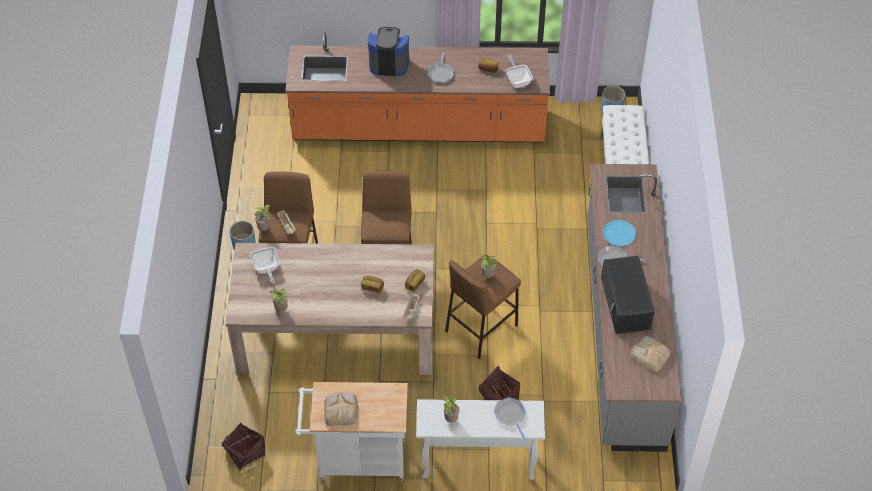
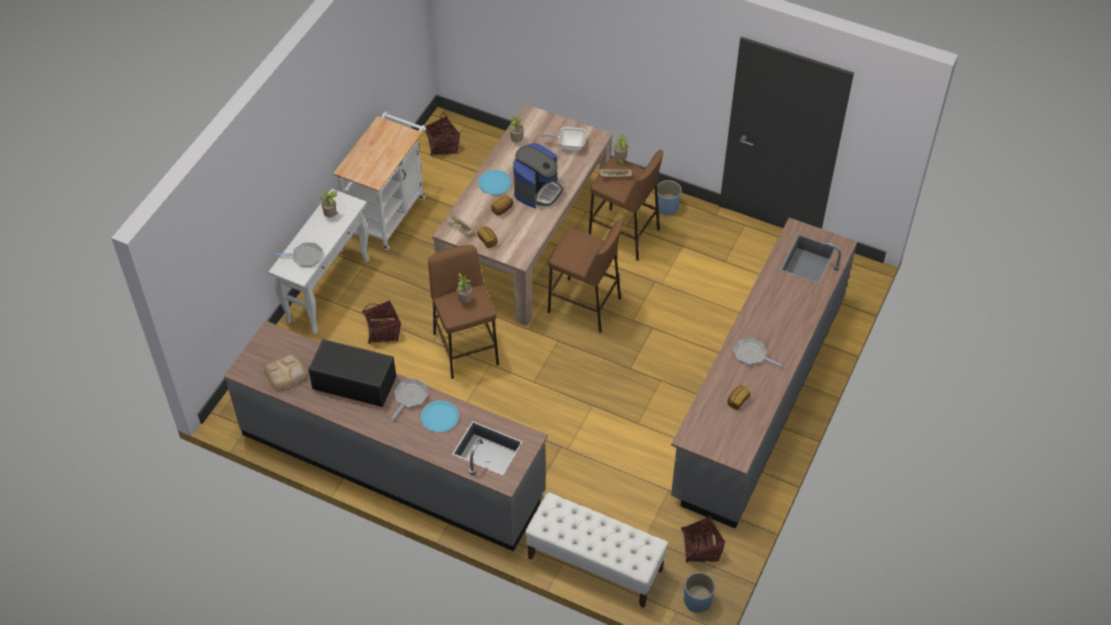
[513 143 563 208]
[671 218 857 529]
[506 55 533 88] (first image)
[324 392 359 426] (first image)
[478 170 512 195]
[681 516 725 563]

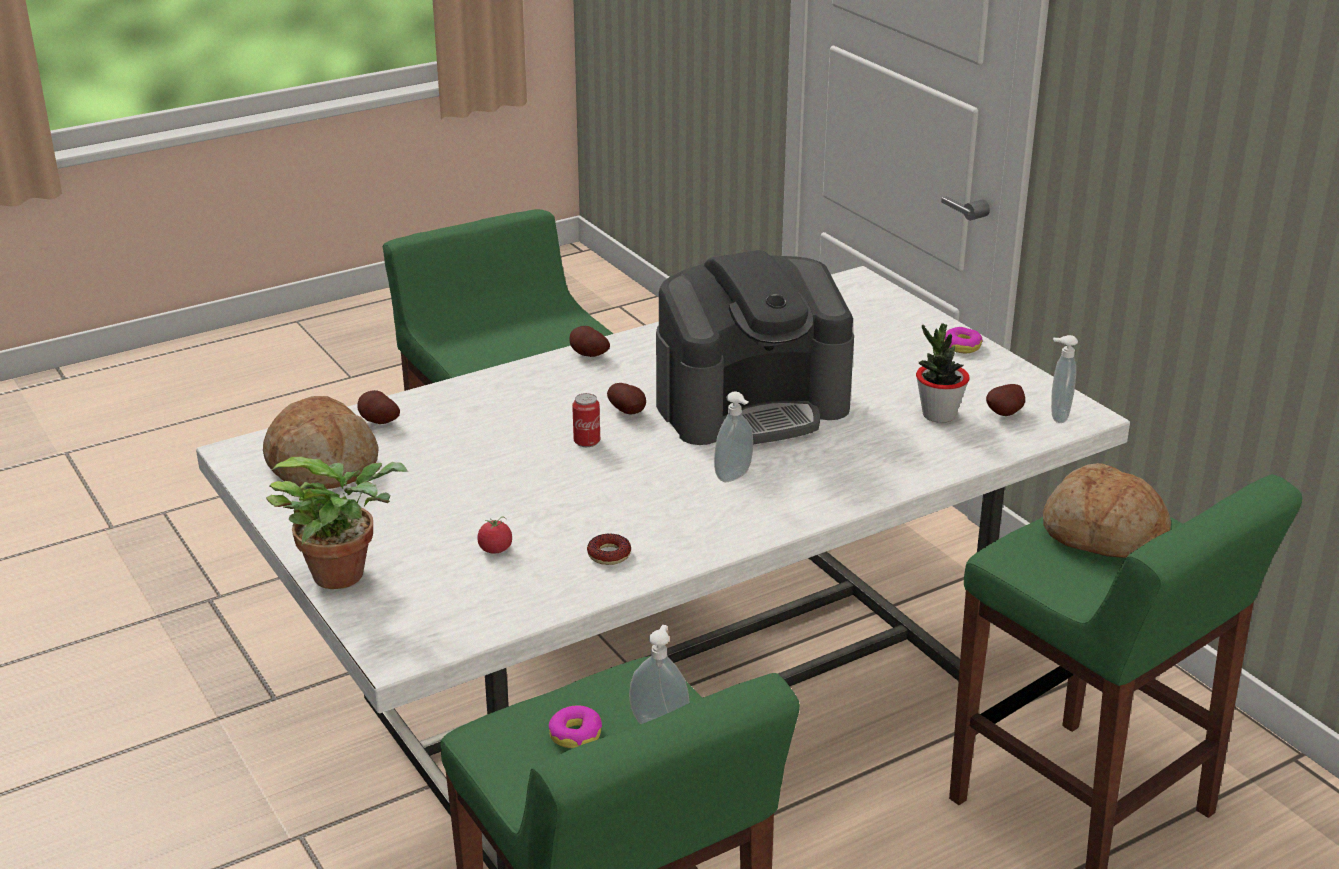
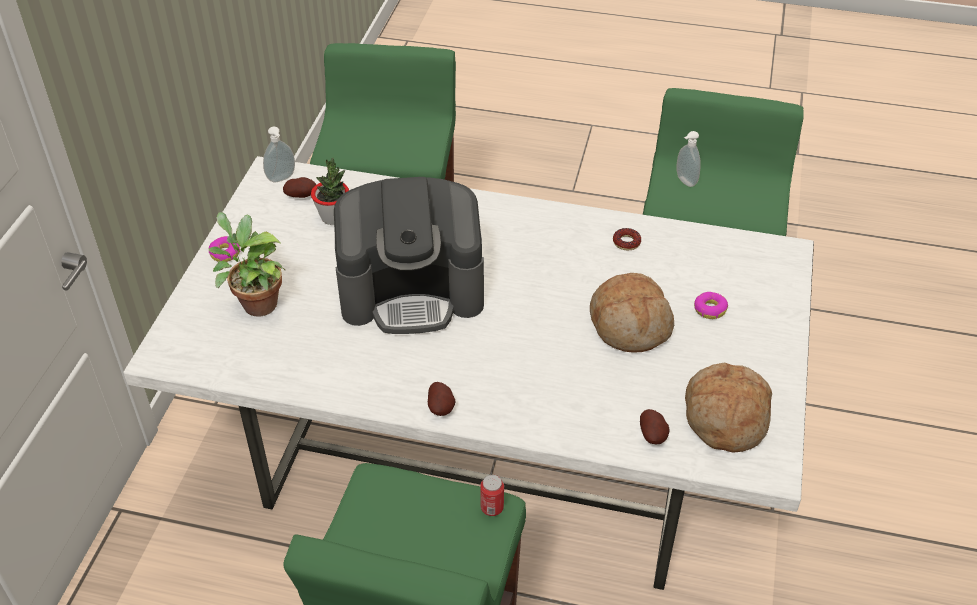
[334 177 484 334]
[607 383 646 414] (first image)
[714 392 753 482] (first image)
[480 475 504 516]
[209 212 285 316]
[590 273 674 353]
[477 516 512 554] (first image)
[694 292 728 319]

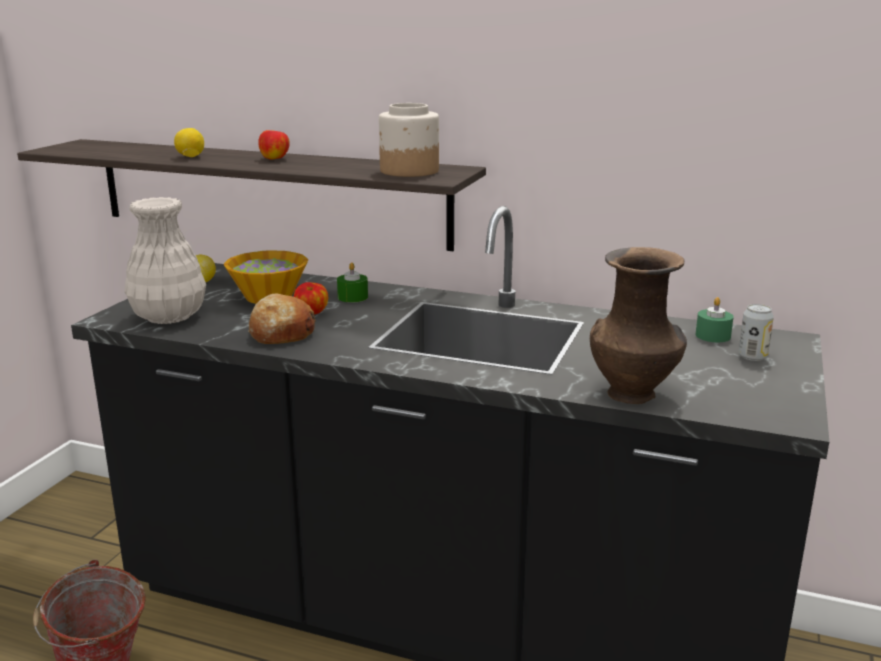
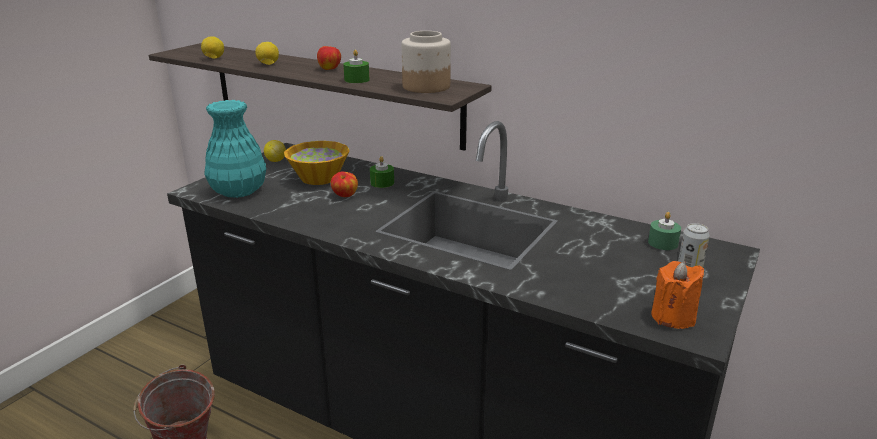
[204 100 266 198]
[590 247 687 404] (first image)
[248 294 316 344] (first image)
[201 36 224 59]
[343 50 370 83]
[651 261 704 329]

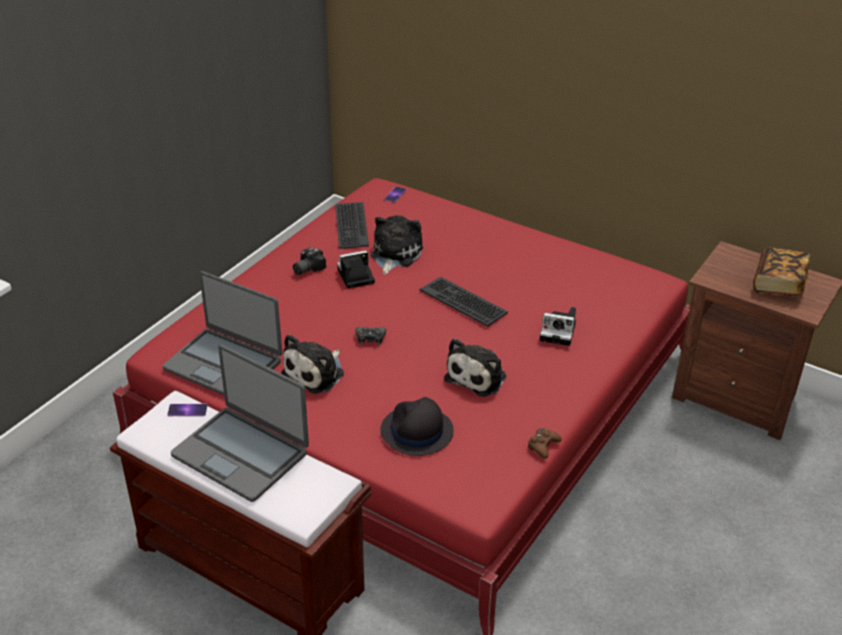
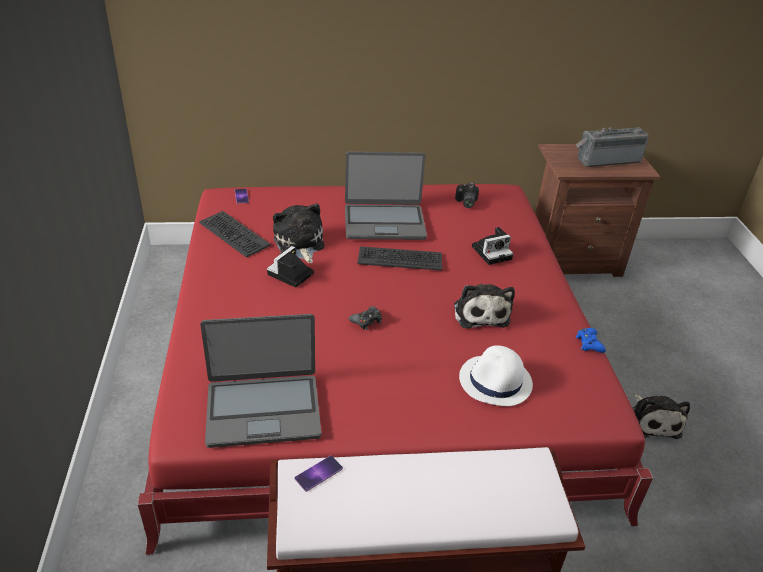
[455 182 479 208]
[576 127 649 167]
[632 393 690 439]
[345 152 427 240]
[459 345 533 406]
[576 328 606 353]

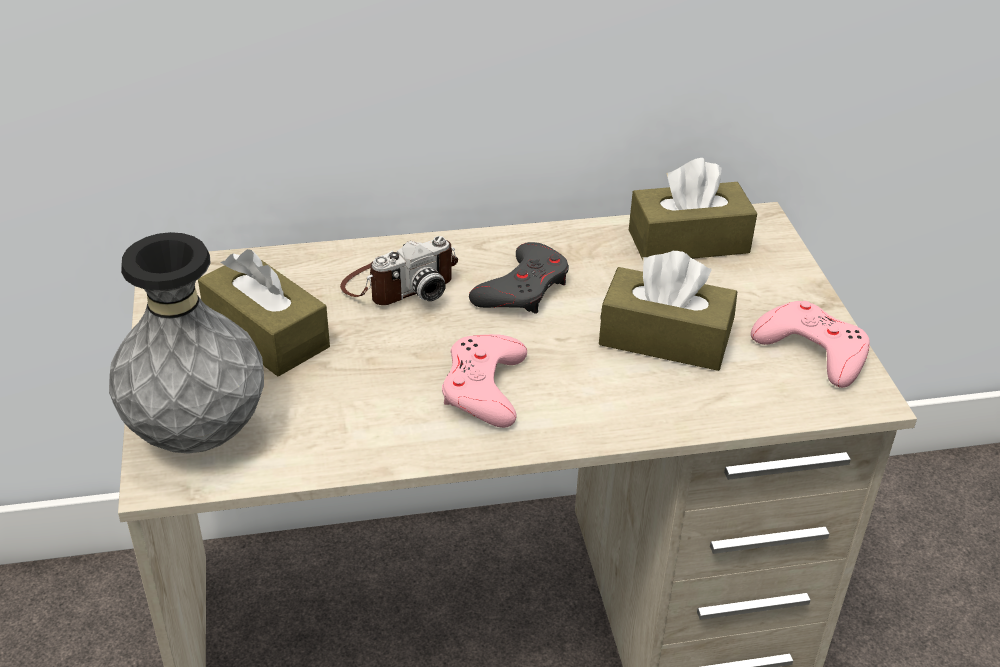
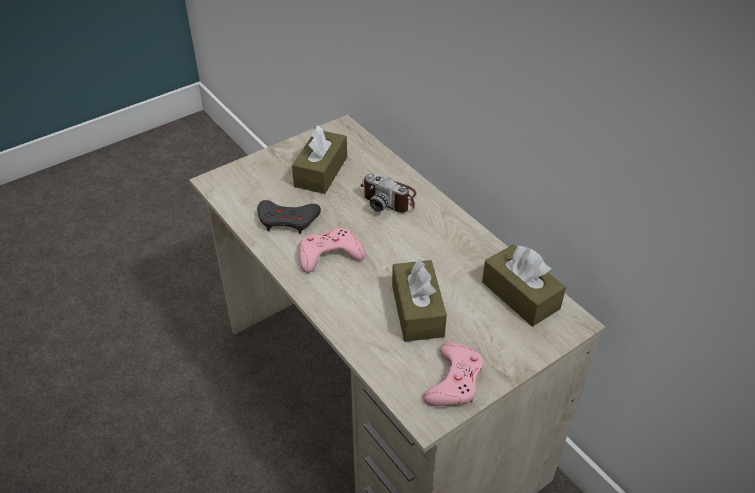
[109 232 264 454] (first image)
[258 200 321 234]

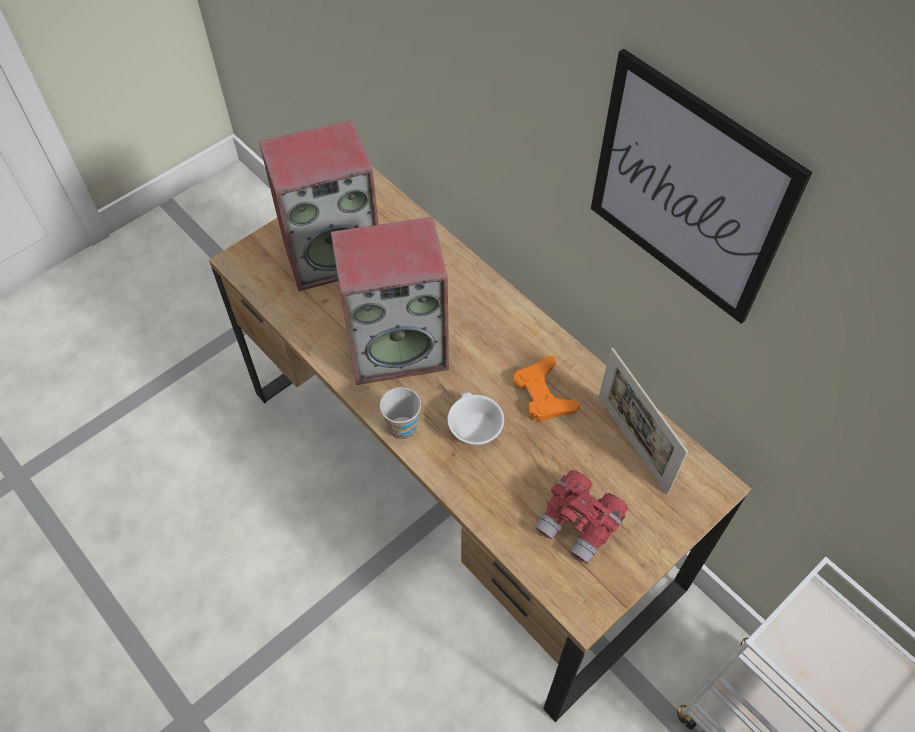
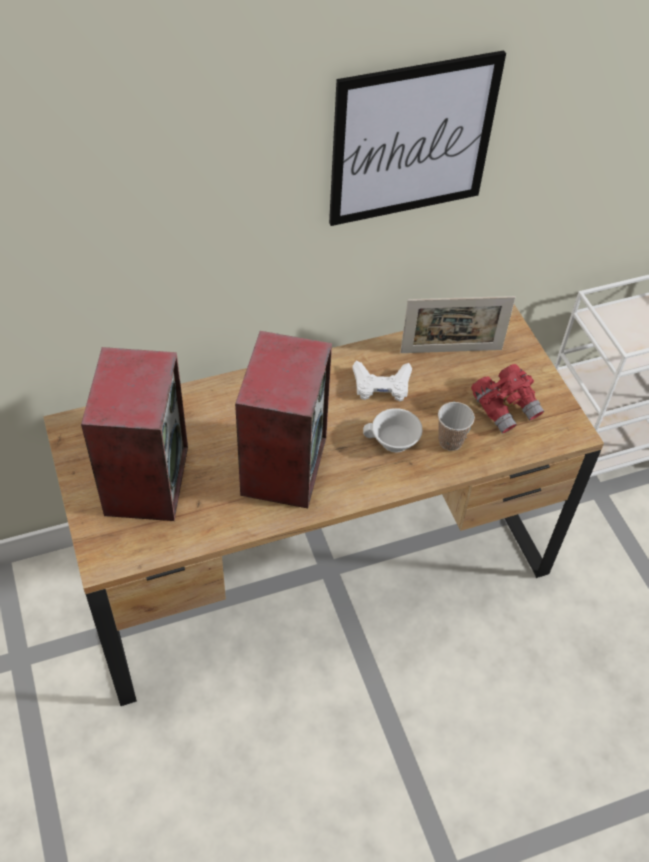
[352 360 412 402]
[438 402 475 451]

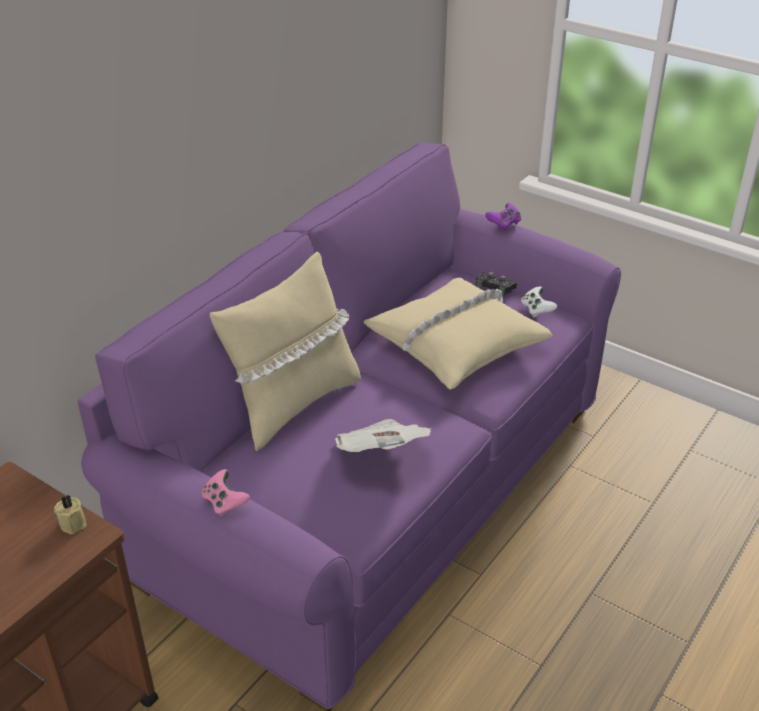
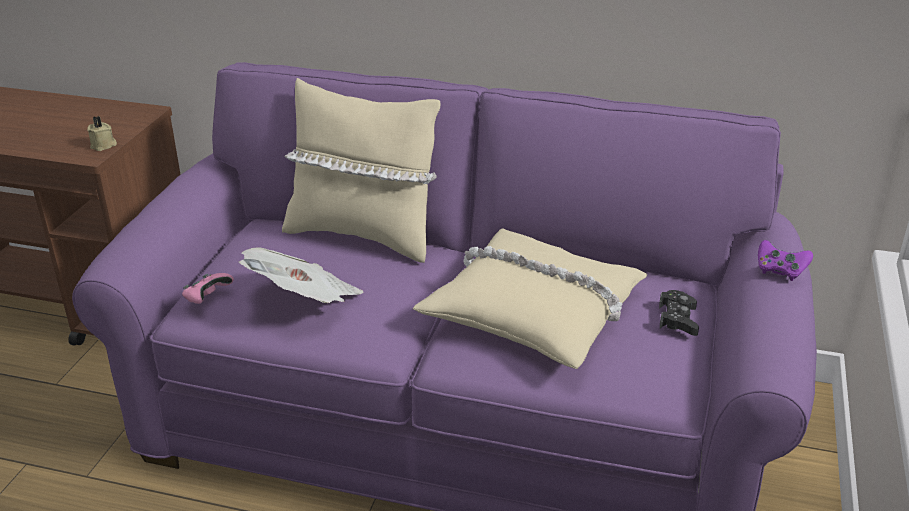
[521 286 557 318] (first image)
[182 273 234 304]

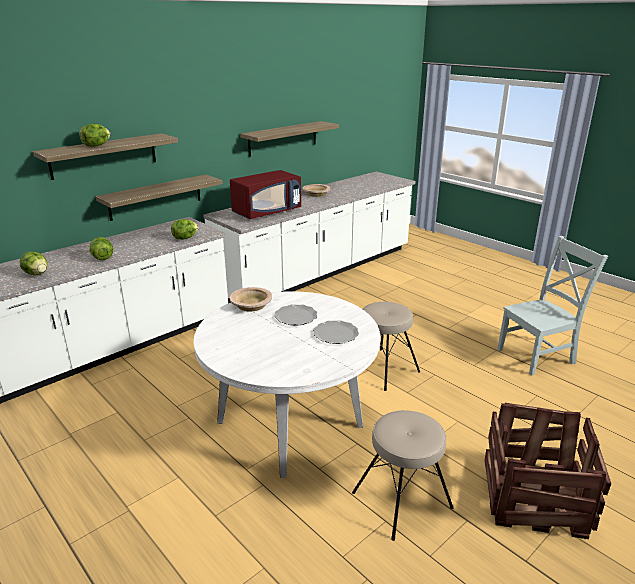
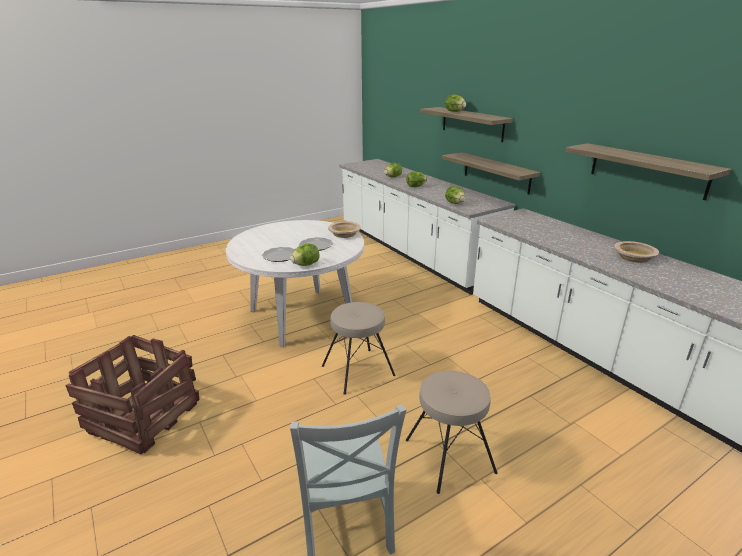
[230 170 301 219] (first image)
[406 371 498 494]
[290 244 320 266]

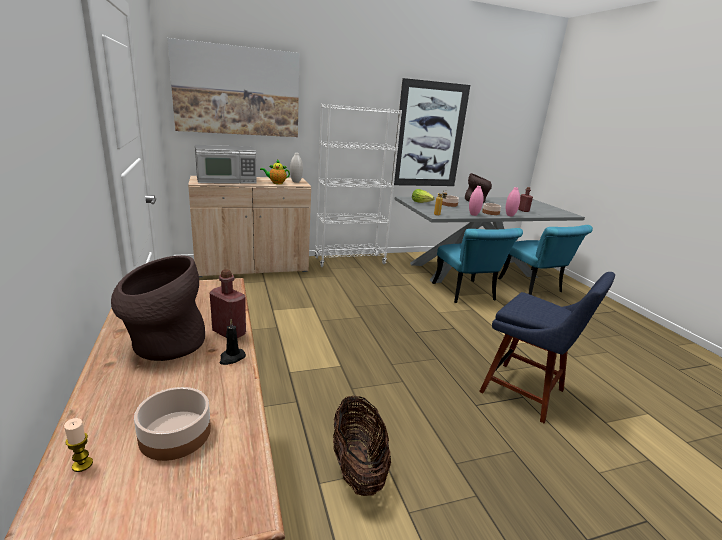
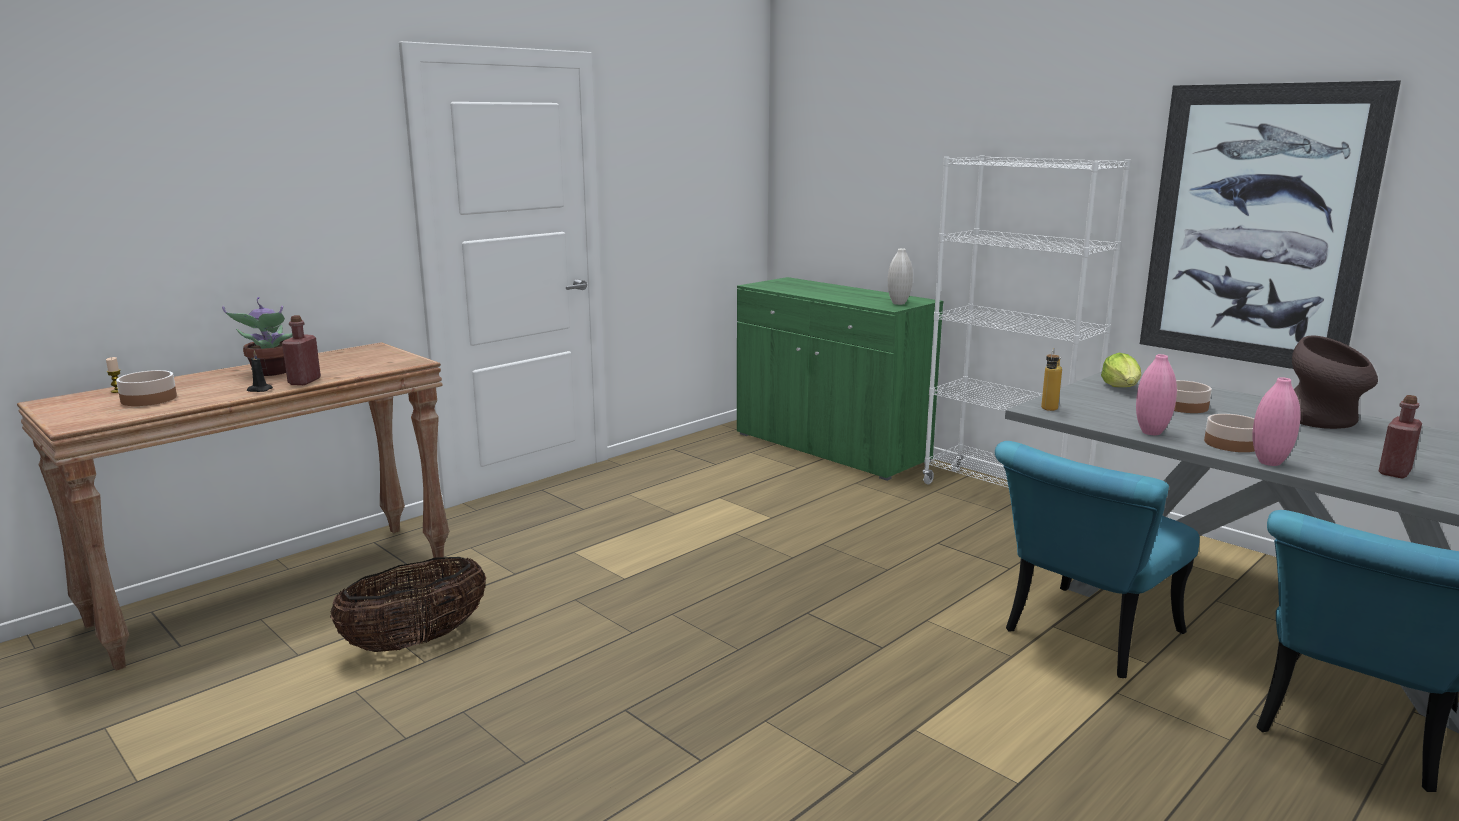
[167 38 299 137] (first image)
[195 145 257 183] (first image)
[260 159 290 184] (first image)
[737 277 943 481]
[222 297 293 376]
[479 272 615 423] (first image)

